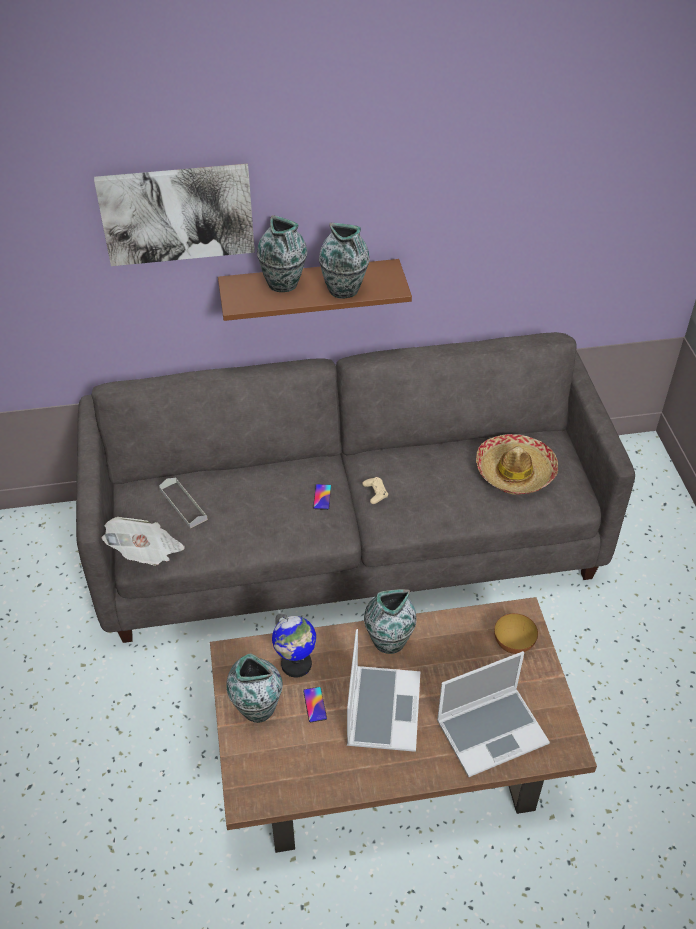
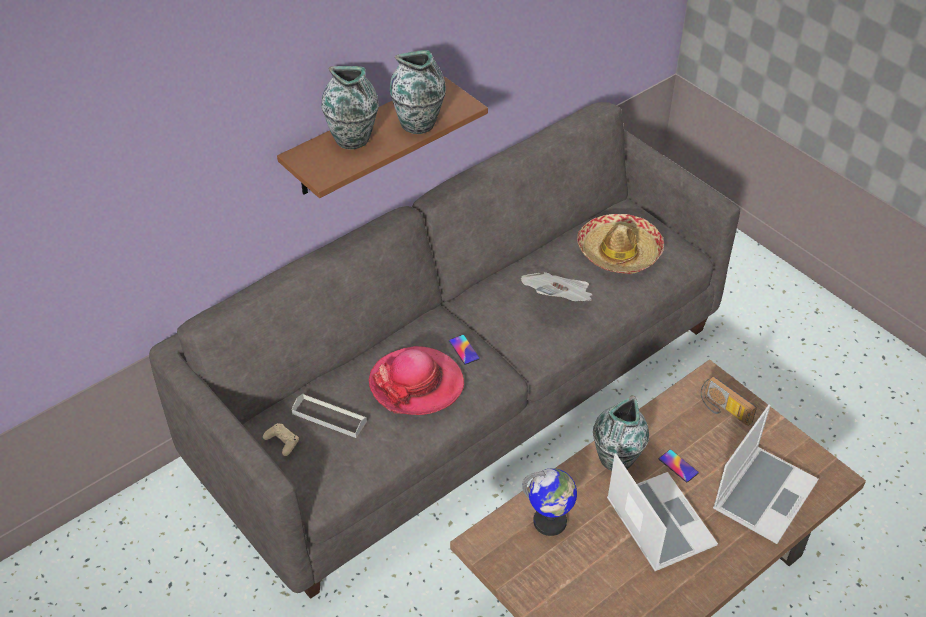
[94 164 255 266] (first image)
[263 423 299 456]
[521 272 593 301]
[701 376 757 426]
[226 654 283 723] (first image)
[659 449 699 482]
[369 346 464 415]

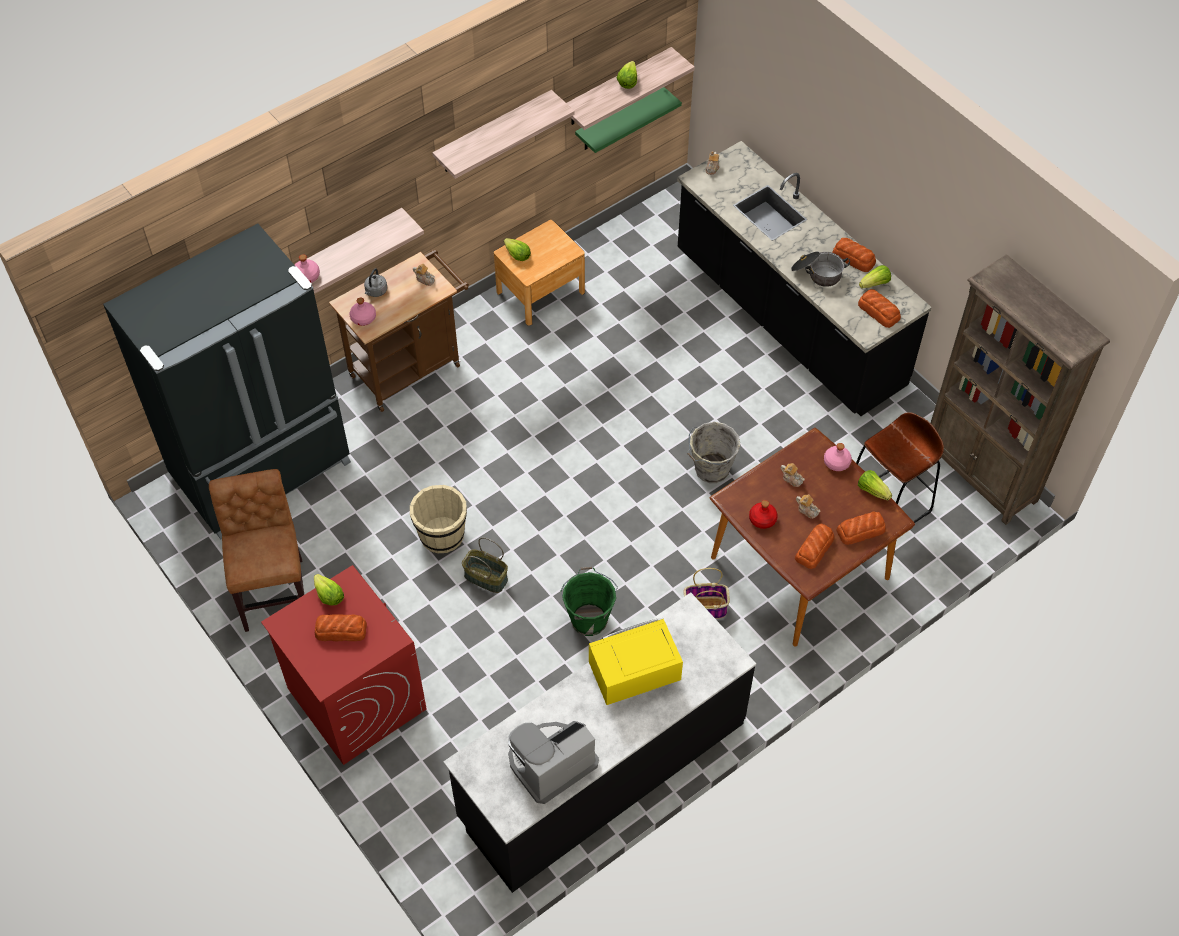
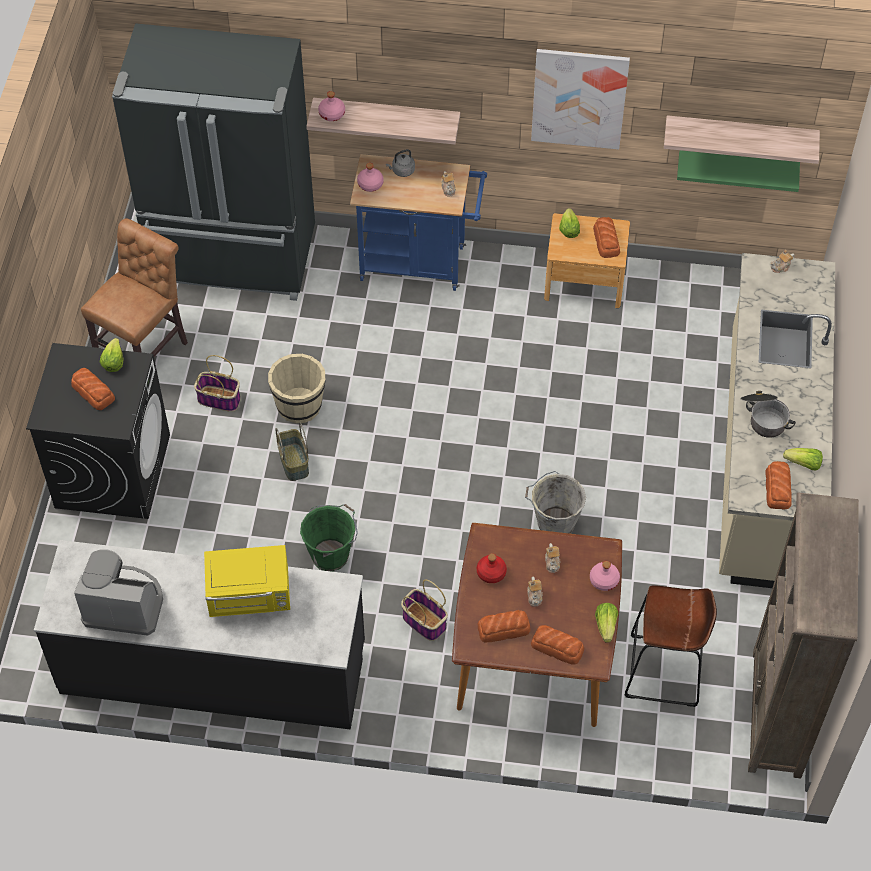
[616 61 637 89] (first image)
[531 49 630 149]
[719 253 835 588]
[593 217 620 258]
[350 154 487 291]
[26 343 170 519]
[204 545 290 617]
[194 355 241 412]

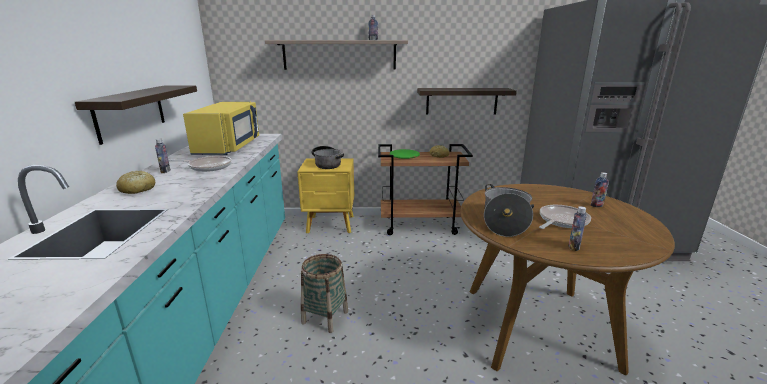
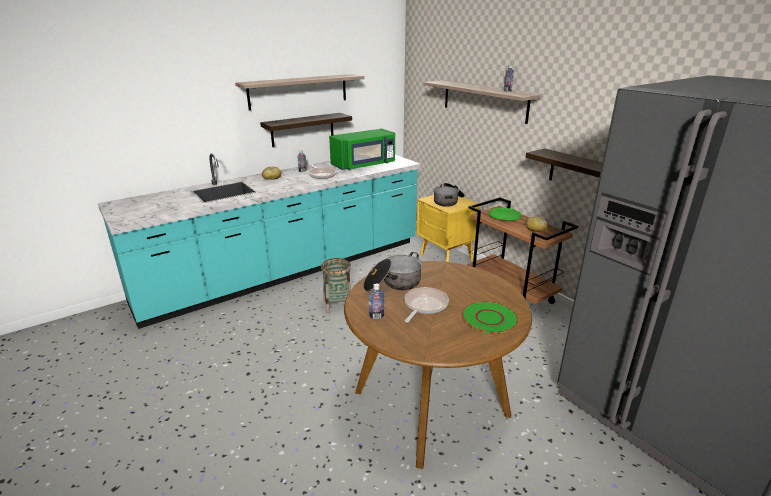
[329 129 395 170]
[462 301 518 334]
[404 287 449 323]
[235 74 364 110]

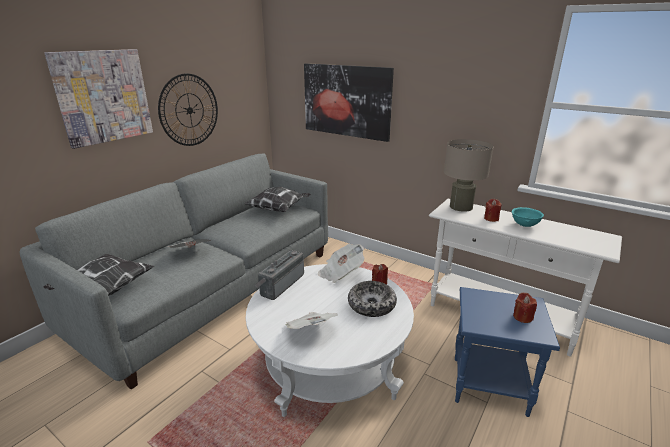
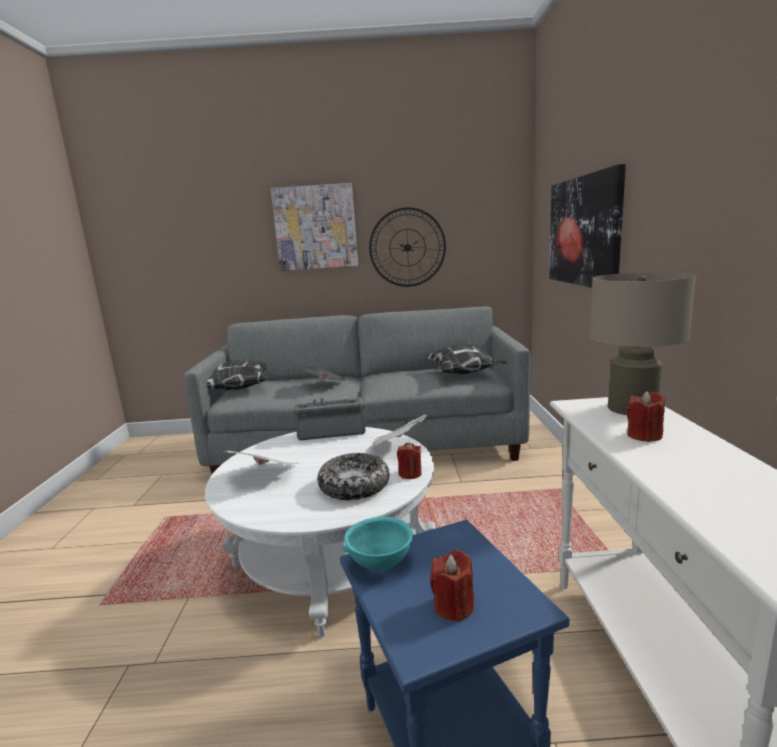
[342 516 413 570]

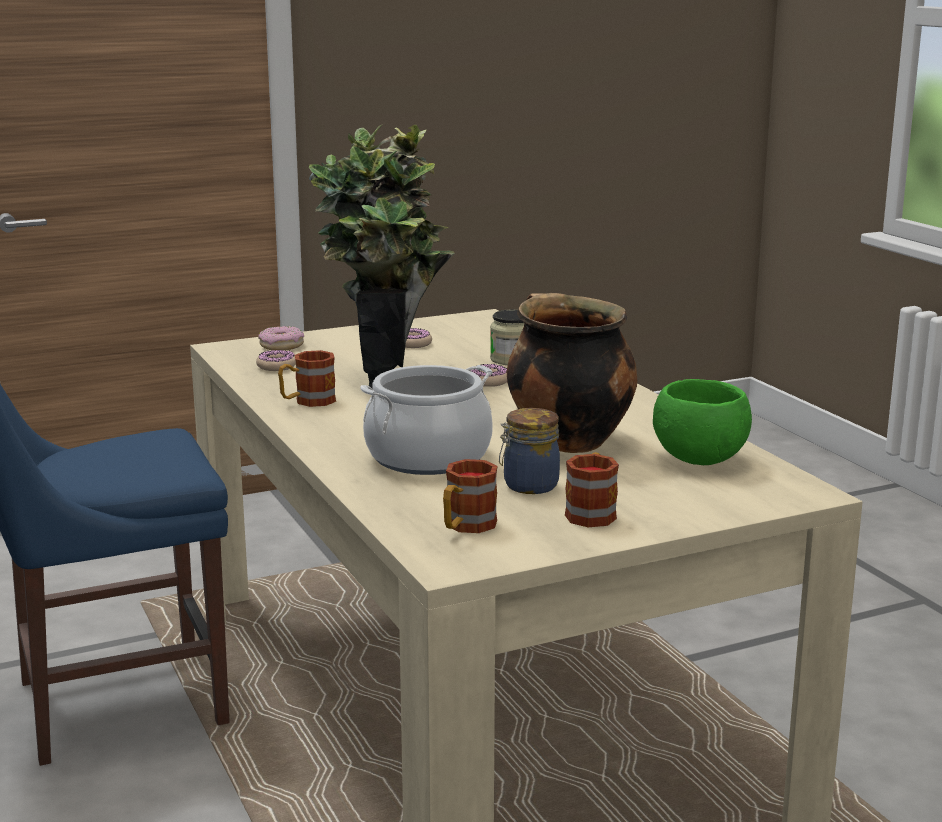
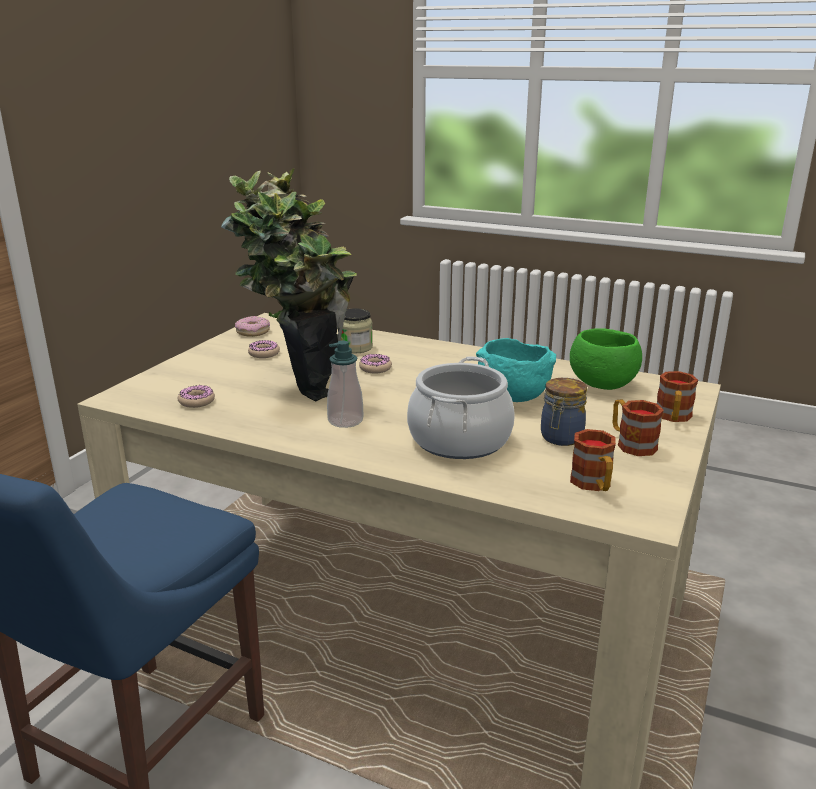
[476 338 556 402]
[235 316 270 337]
[657 371 698 422]
[327 341 363 428]

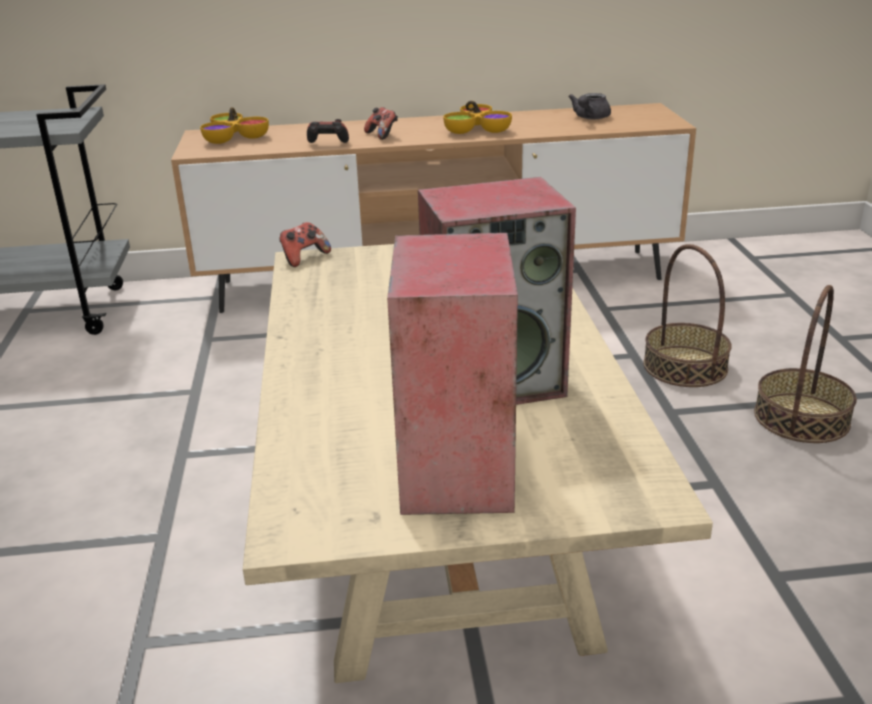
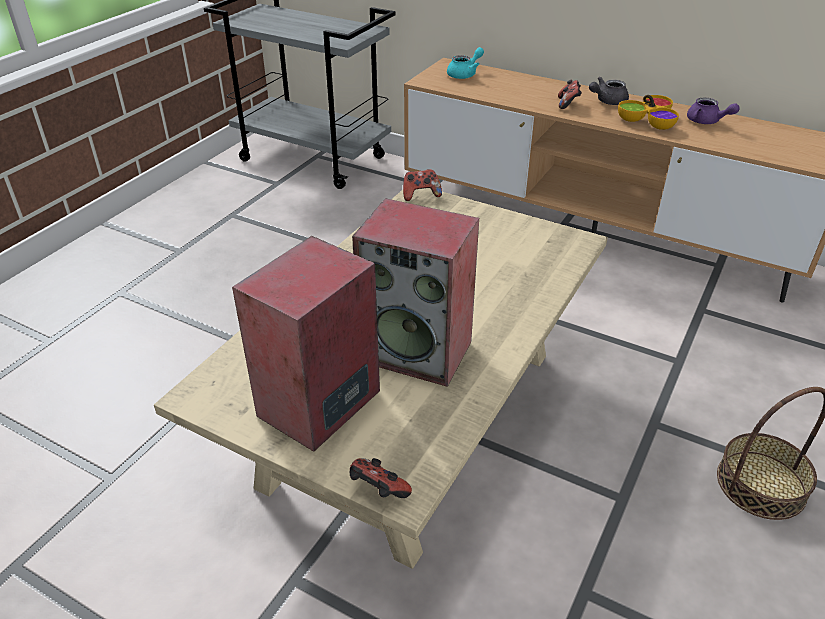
[589 77 629 105]
[447 47 484 79]
[350 458 412 498]
[643 244 732 387] (first image)
[687 97 740 124]

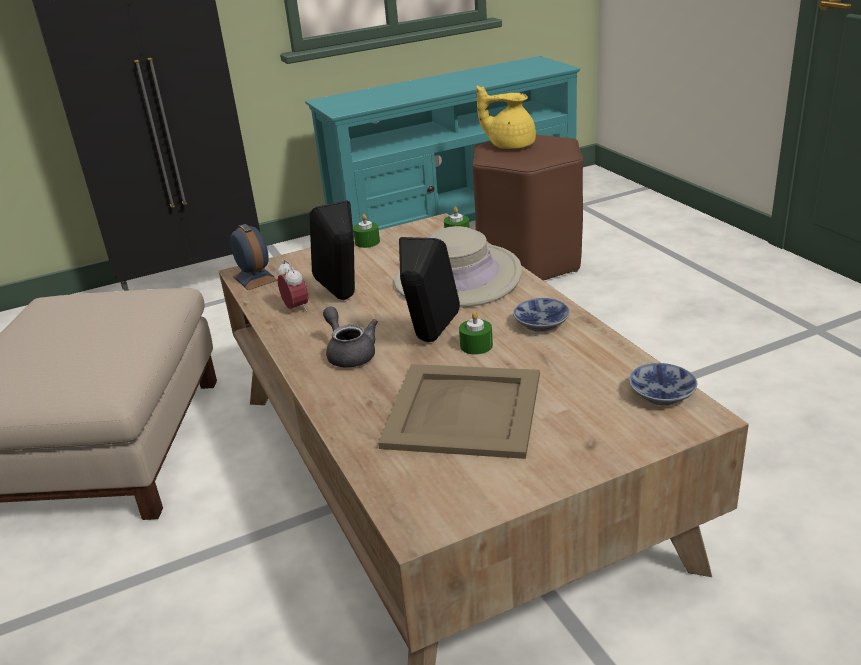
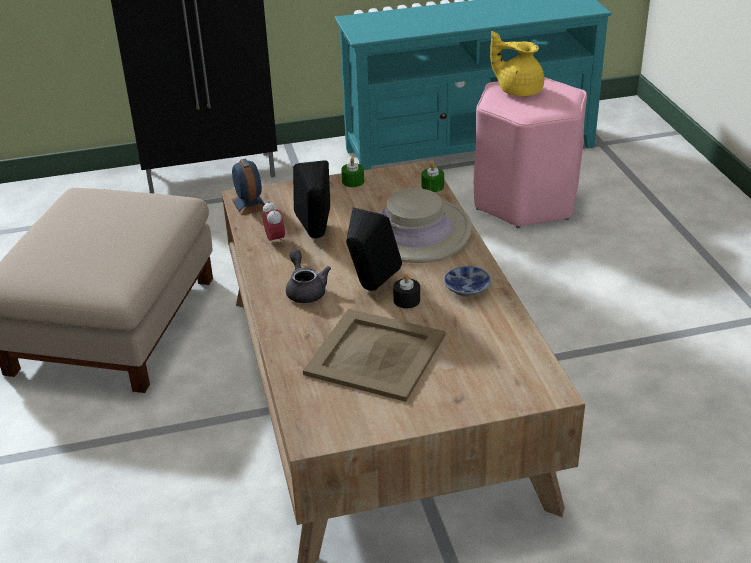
[474 77 587 228]
[393 274 420 308]
[629 363 697 405] (first image)

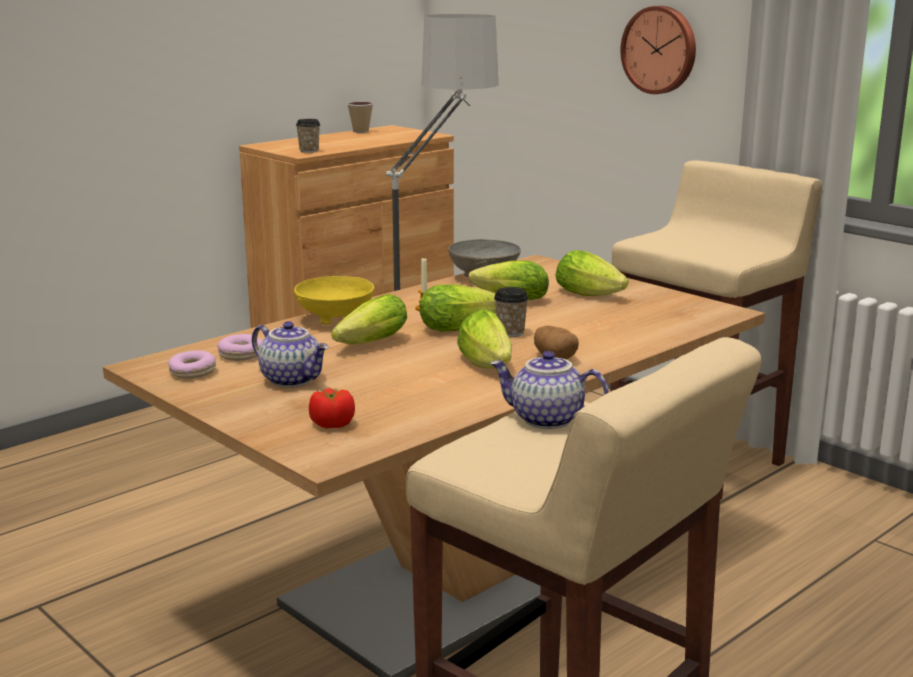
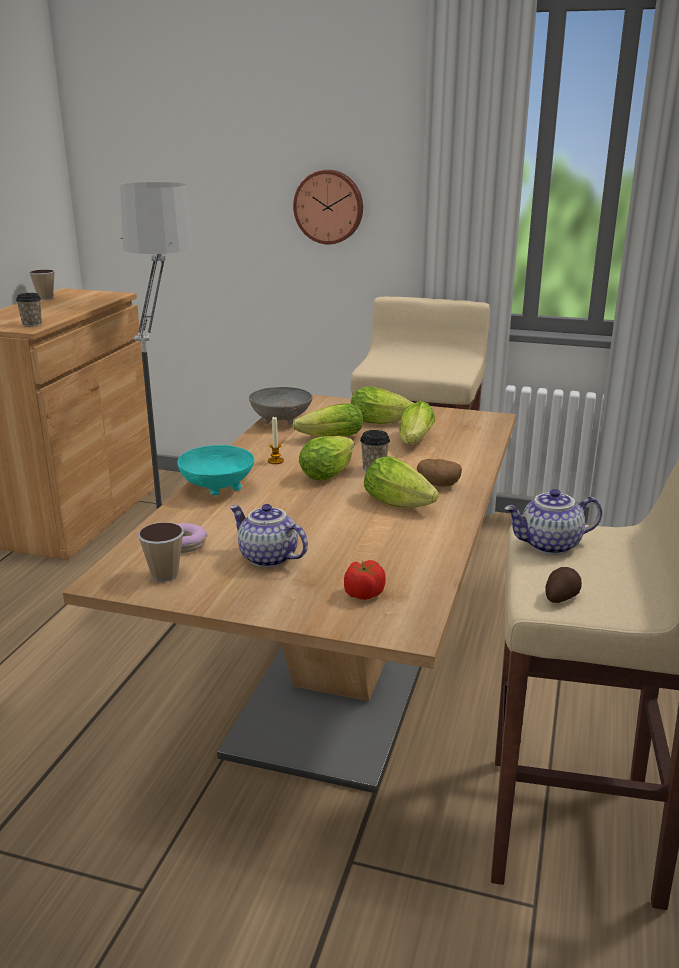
[177 445 254 495]
[399 401 435 444]
[230 504 308 568]
[138 522 184 582]
[545 567 582 603]

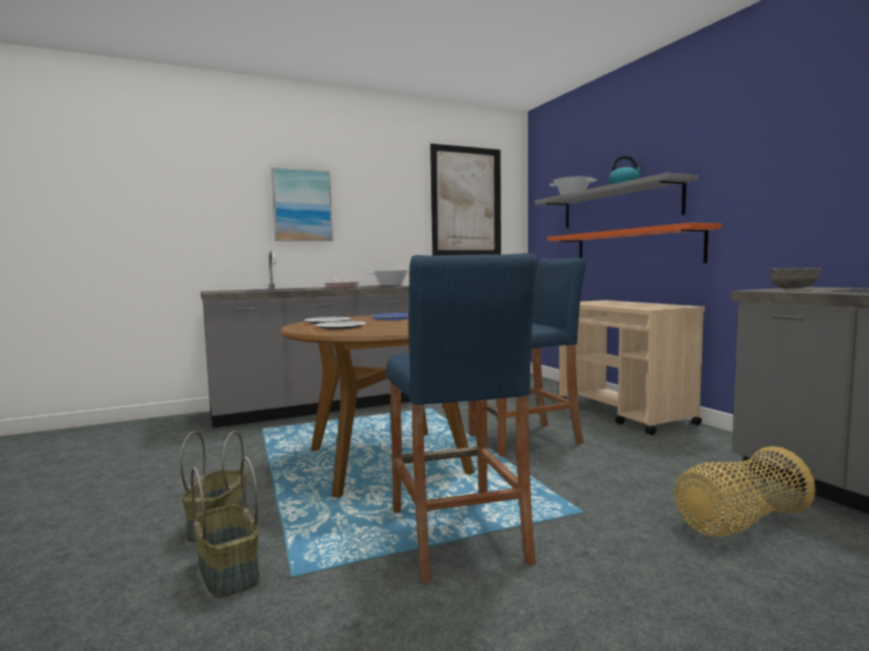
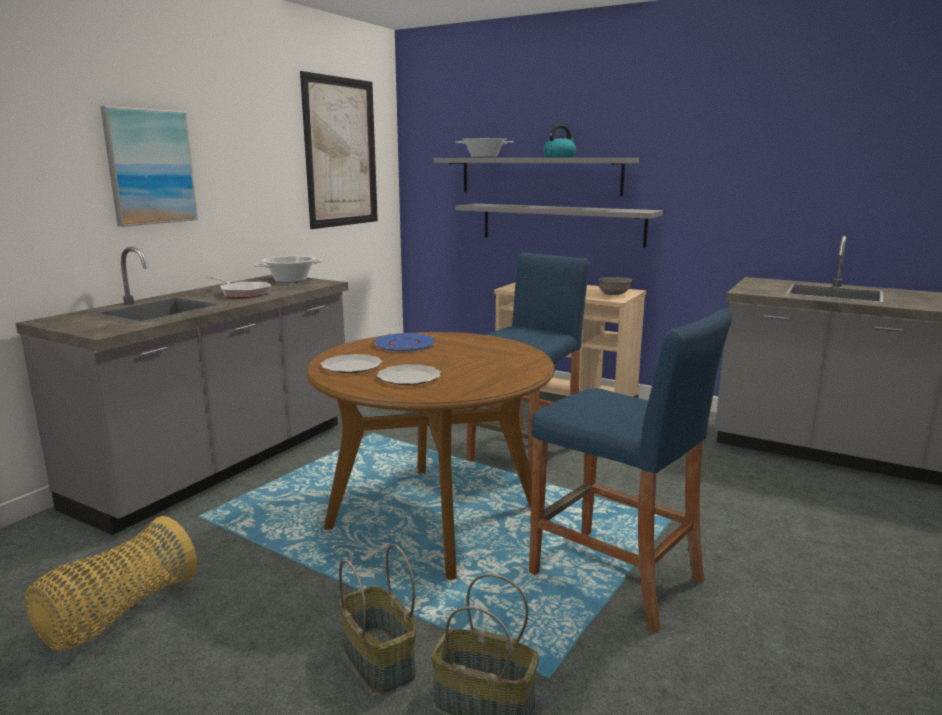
[455 204 663 247]
[599 277 632 295]
[25 516 197 651]

